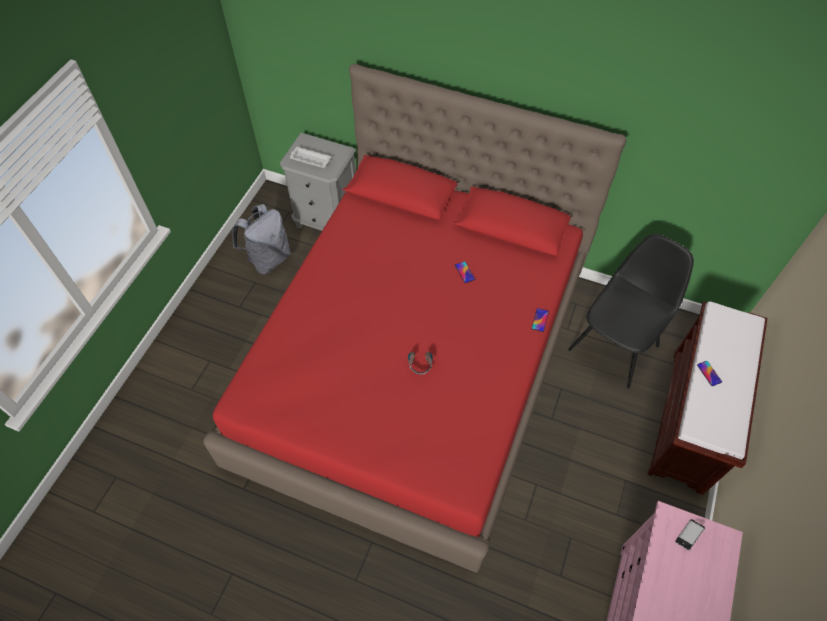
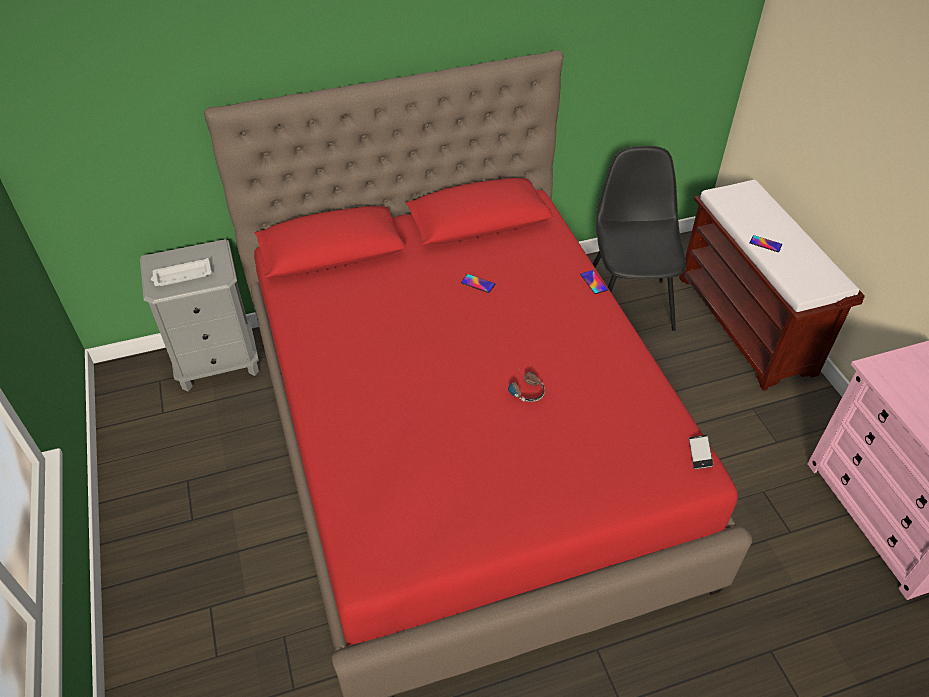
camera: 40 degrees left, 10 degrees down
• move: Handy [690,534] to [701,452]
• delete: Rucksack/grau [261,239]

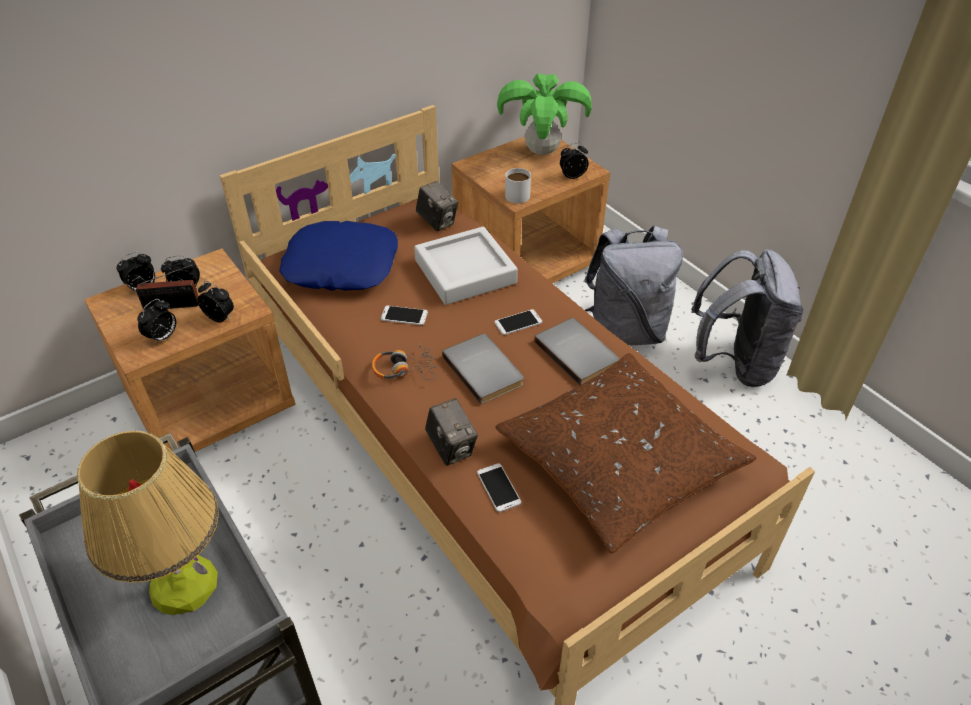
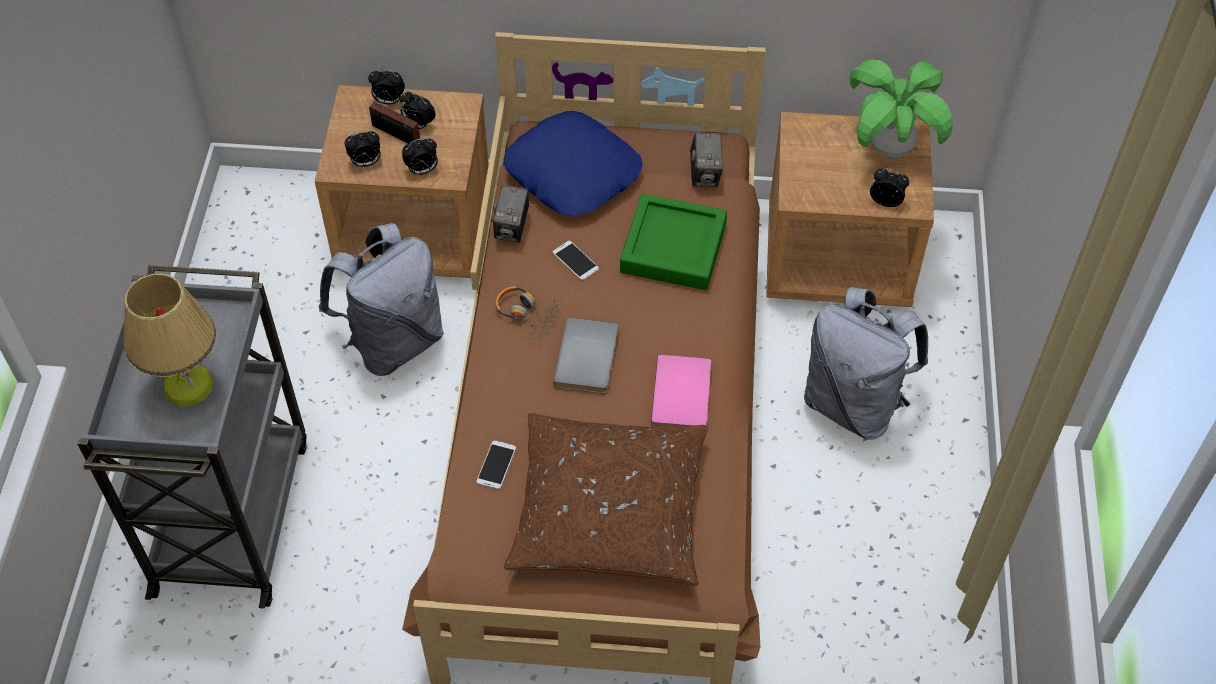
camera: 40 degrees right, 10 degrees up
• move: Rucksack/grau [747,318] to [381,299]
• rotate: Wecker [215,302] = [420,156] 90 degrees clockwise
• move: Kamera [451,432] to [511,214]
• recolor: Tablett/grau [466,266] to Tablett/grün [673,242]
• recolor: Buch/grau [576,351] to Buch/rosa [681,390]
• delete: Handy [518,322]
• delete: Henkelbecher/weiß [518,185]

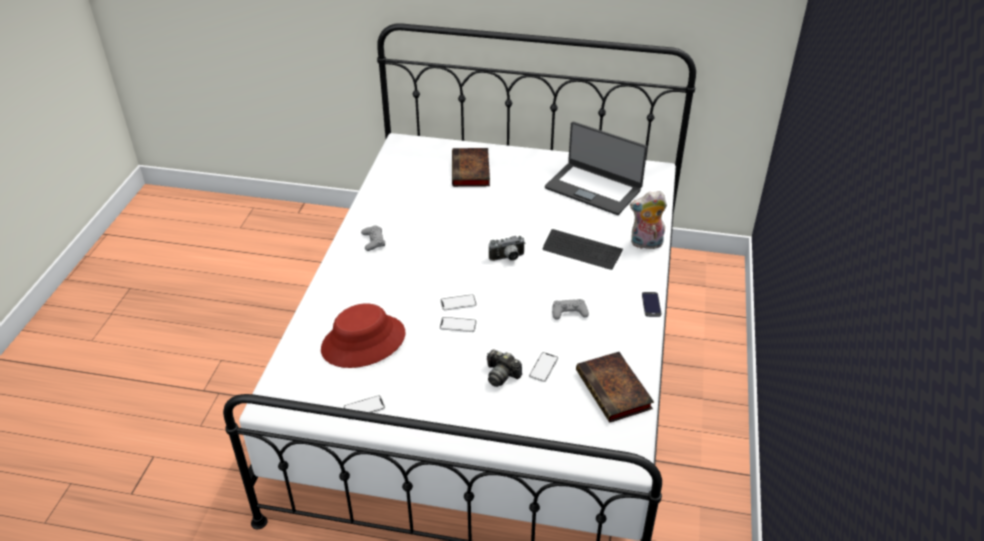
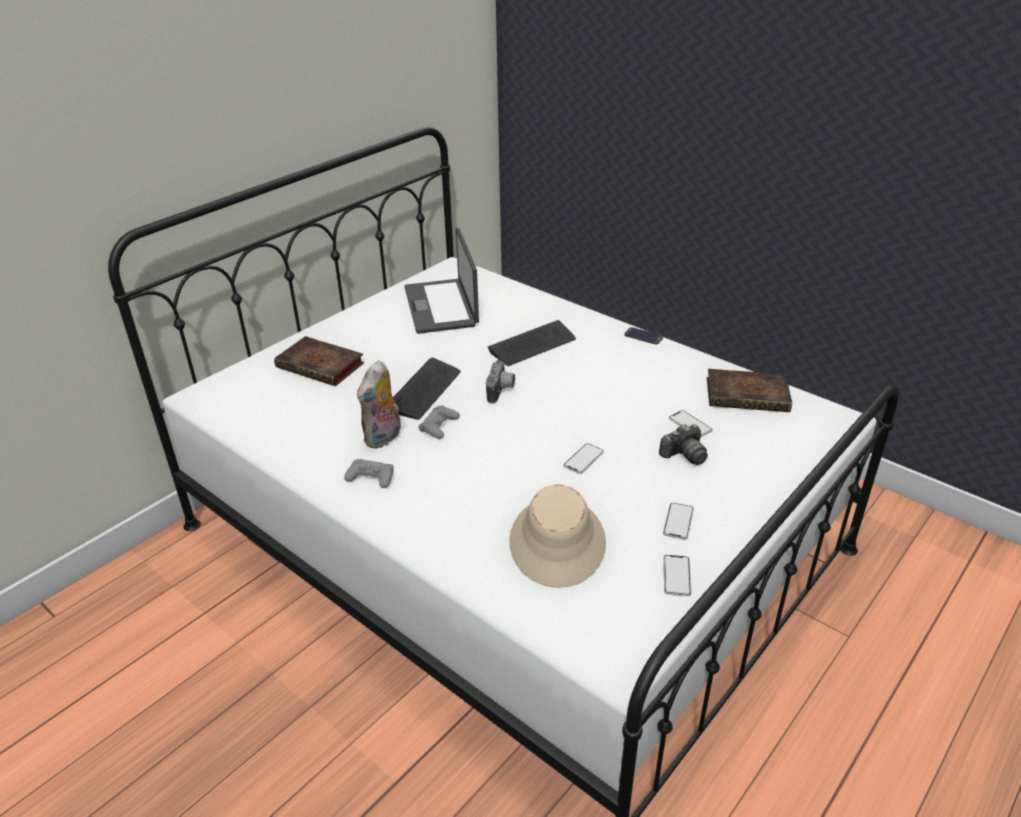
camera: 60 degrees left, 5 degrees down
• move: Plüschtier [648,220] to [379,404]
• insert: Tastatur [427,389]
• rotate: Laptop [596,168] = [441,281] 105 degrees clockwise
• move: Gamepad/grau [570,309] to [439,422]
• recolor: Hut/rot [363,335] to Hut/beige [557,536]
• move: Handy [458,302] to [678,521]

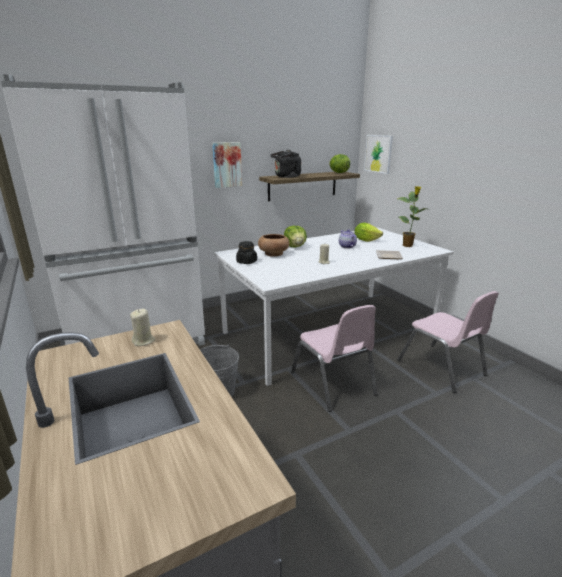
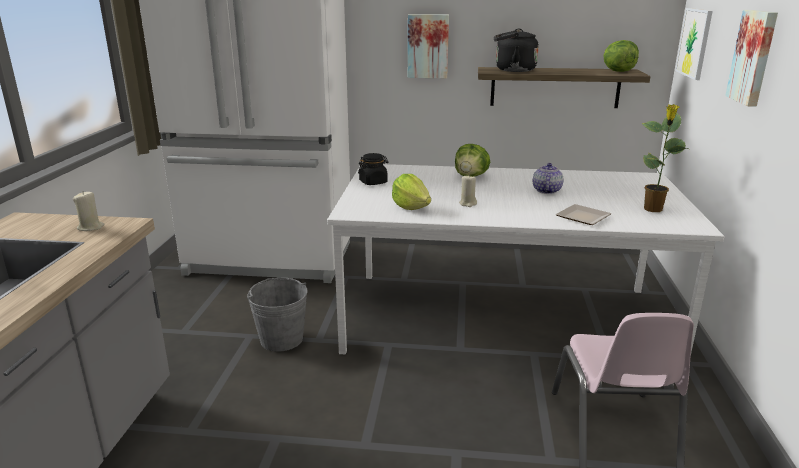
camera: 35 degrees right, 0 degrees up
• move: Salatkopf [368,232] to [411,192]
• insert: Bild [751,58]
• delete: Schüssel/braun [274,245]
• delete: Stuhl/rosa [334,358]

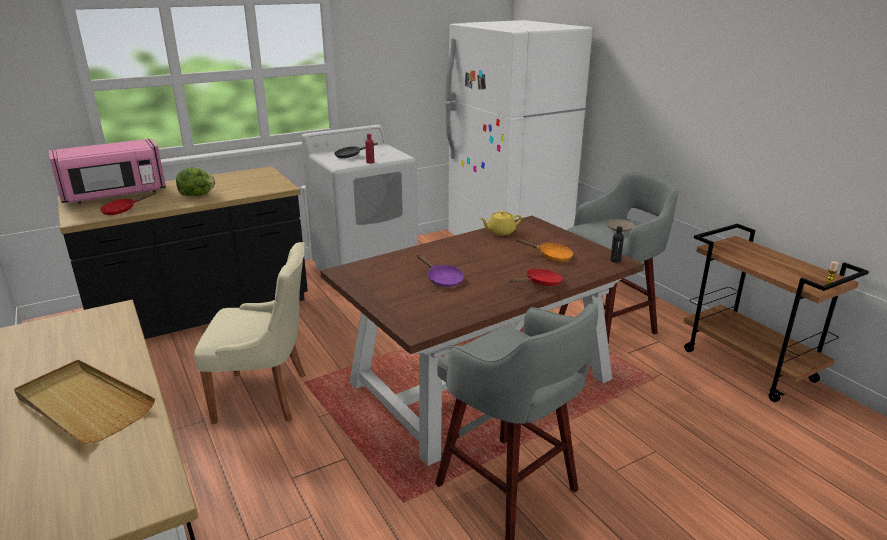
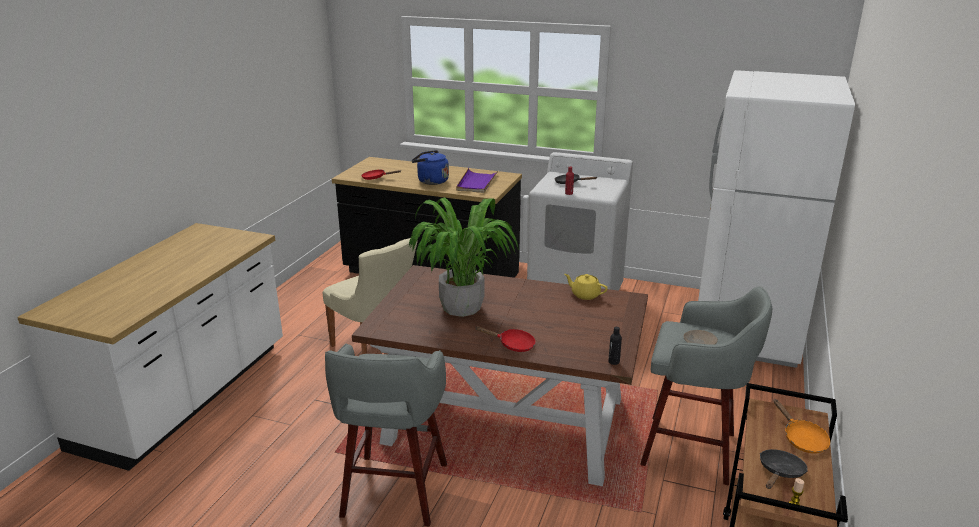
camera: 50 degrees right, 0 degrees up
• replace: Pfanne/lila [440,270] to Topfpflanze [464,257]
• replace: Salatkopf [195,181] to Wasserkessel/blau [430,167]
• insert: Tablett/lila [477,180]
• insert: Pfanne/schwarz [784,469]
• move: Pfanne/orange [544,250] to [801,426]
• delete: Tablett/beige [84,402]
• delete: Mikrowelle/rosa [107,171]

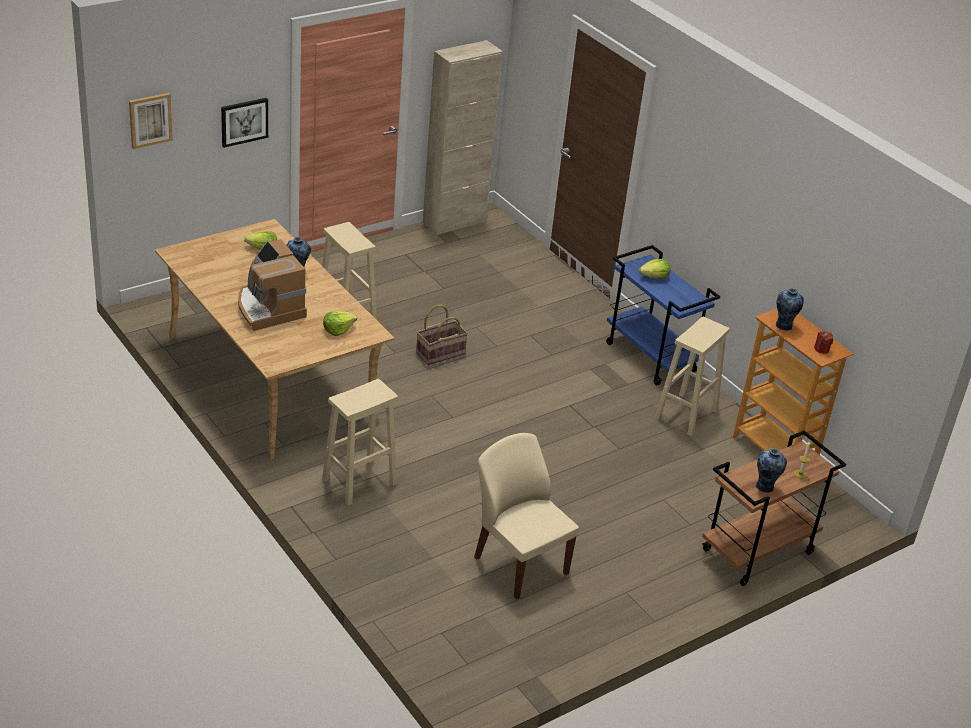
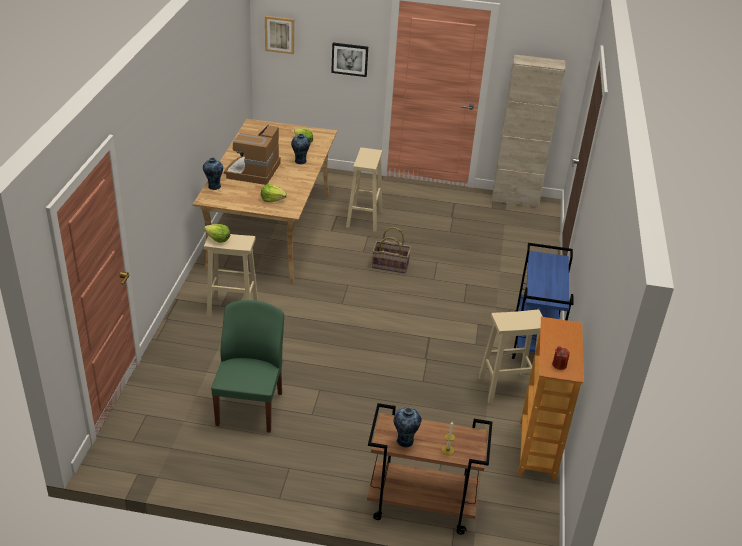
camera: 45 degrees right, 0 degrees up
• move: Vase [790,309] to [213,174]
• move: Salatkopf [654,269] to [217,233]
• recolor: Stuhl/beige [526,516] to Stuhl/grün [247,366]

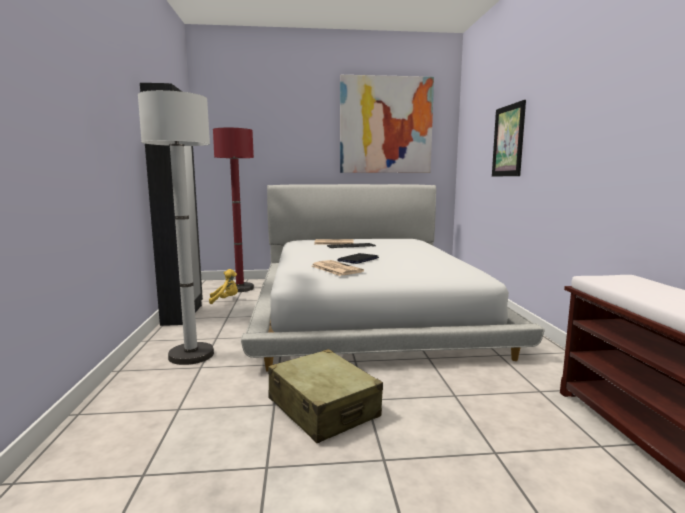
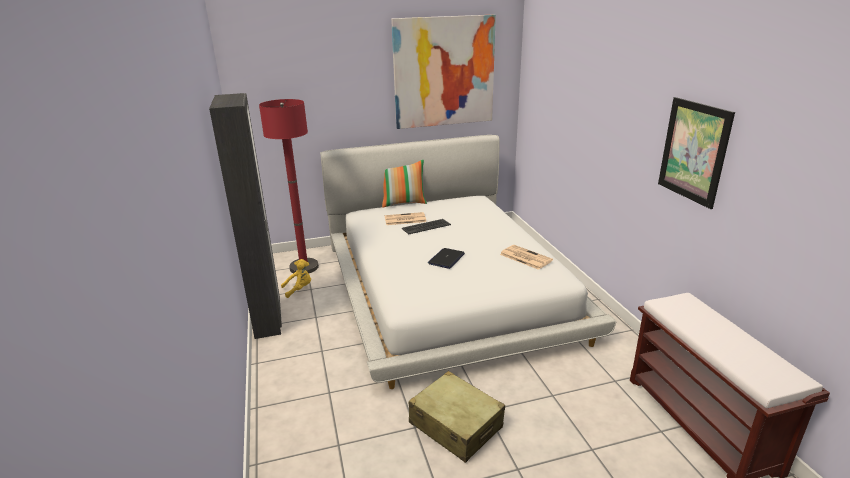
camera: 10 degrees left, 15 degrees up
• insert: Kissen [404,184]
• move: Zeitung [338,268] to [526,257]
• move: Bild [509,138] to [696,153]
• delete: Stehlampe/weiß [176,227]

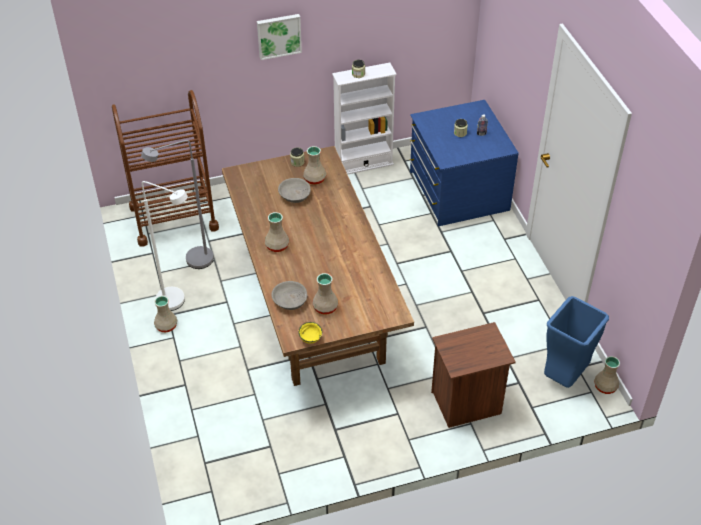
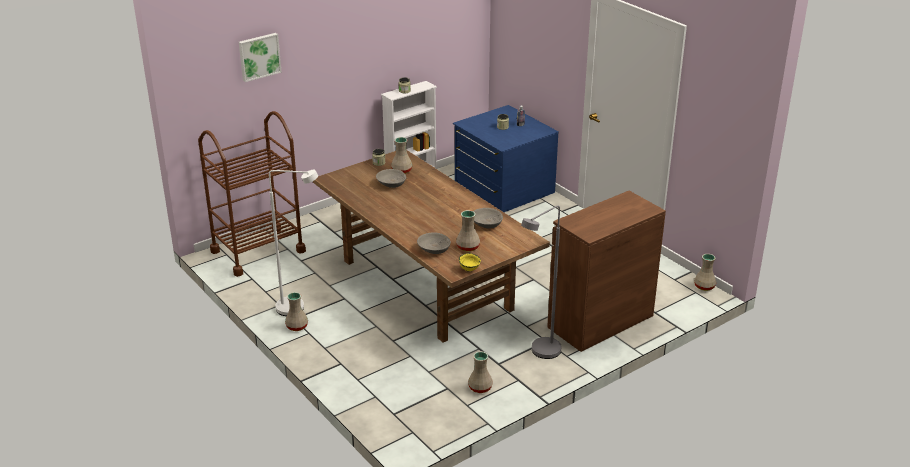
camera: 20 degrees left, 15 degrees down
• move: Bild [279,37] to [260,57]
• move: Vase/beige [277,232] to [480,372]
• insert: Schüssel/grau [488,218]
• move: Stehlampe/grau [177,204] to [541,282]
• replace: Nachttisch/braun [473,375] to Schrank/braun [606,271]
• delete: Mülleimer/blau [576,342]

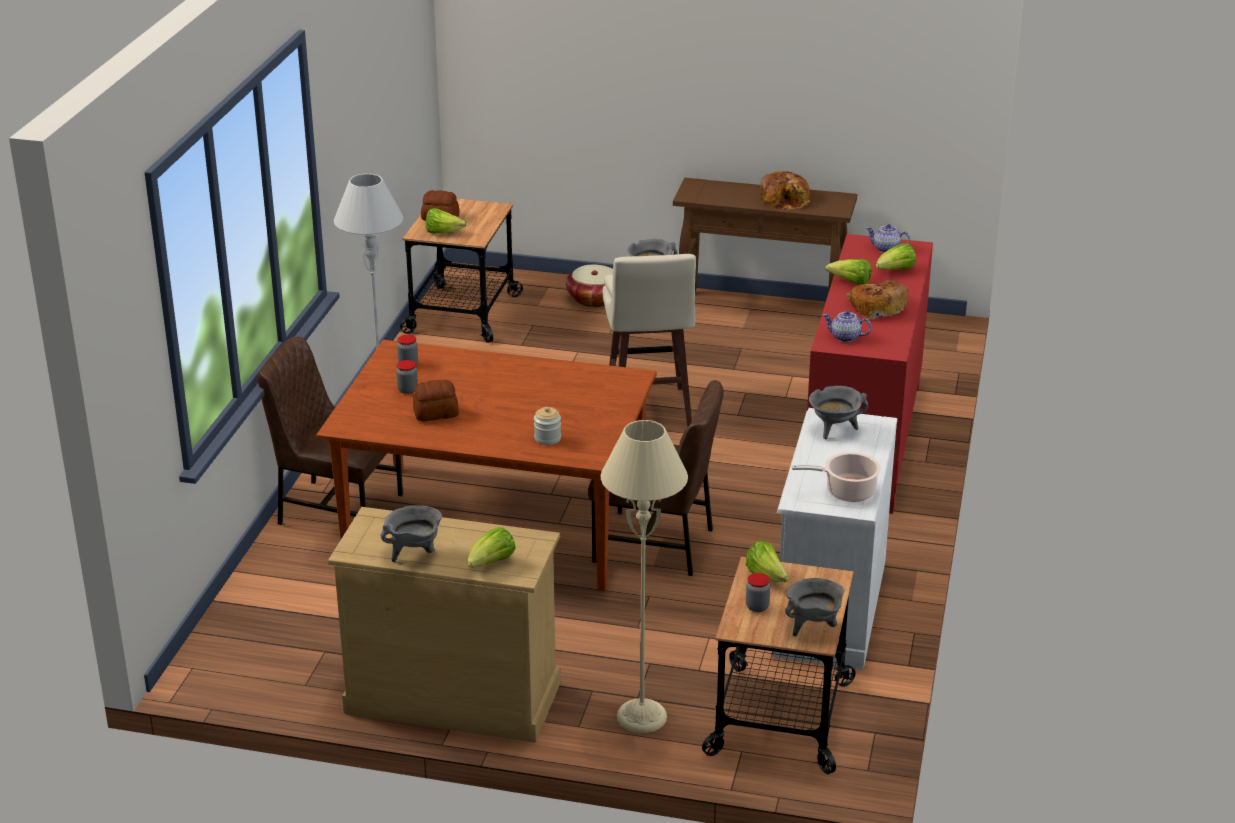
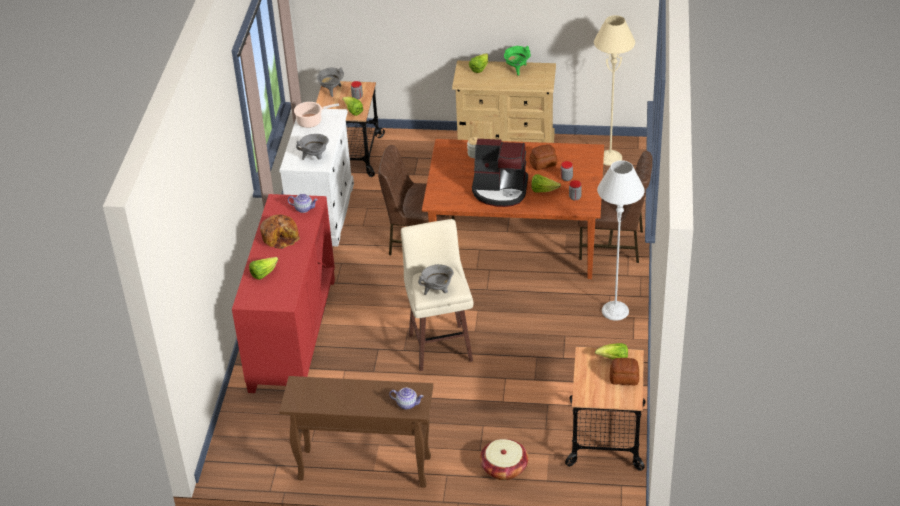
camera: 175 degrees right, 10 degrees up
• move: Teekanne [888,238] to [406,398]
• insert: Kaffeemaschine [500,173]
• recolor: Kochtopf/grau [411,533] to Kochtopf/grün [517,61]
• move: Salatkopf [848,272] to [546,183]
• move: Stehlampe/beige [644,576] to [614,90]
• delete: Brot [786,190]

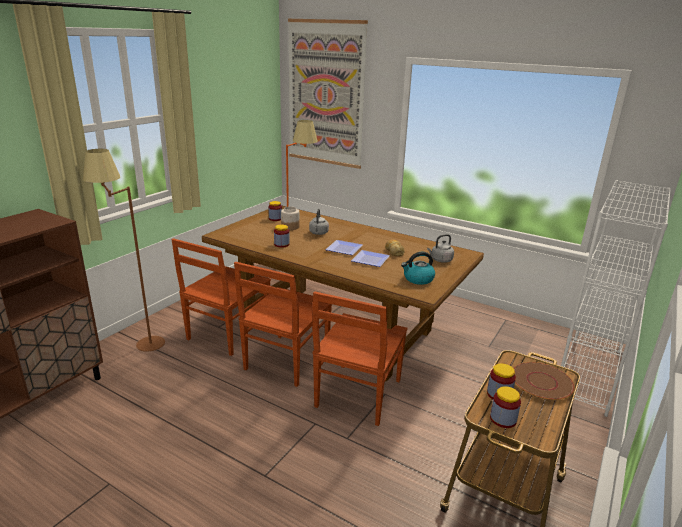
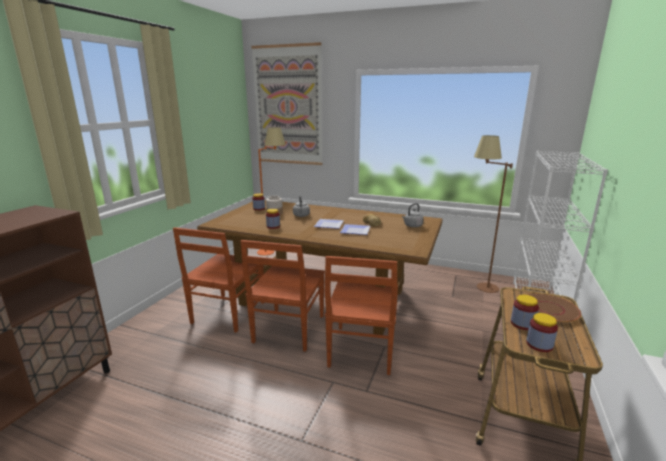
camera: 10 degrees left, 5 degrees down
• move: Stehlampe/braun [124,250] to [493,214]
• delete: Wasserkessel [418,268]

